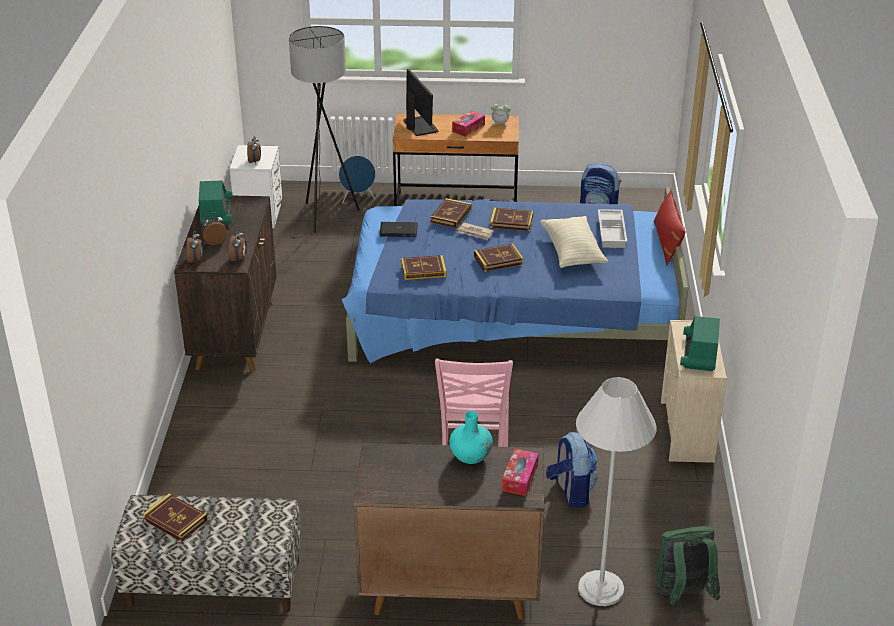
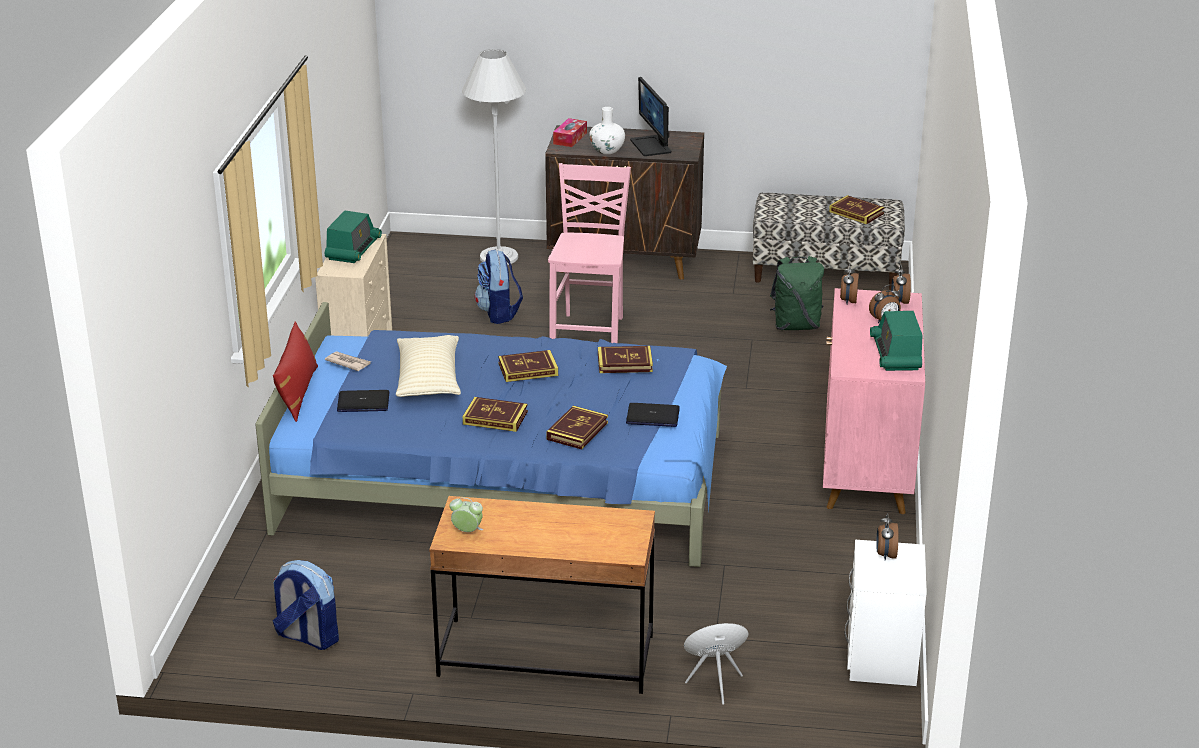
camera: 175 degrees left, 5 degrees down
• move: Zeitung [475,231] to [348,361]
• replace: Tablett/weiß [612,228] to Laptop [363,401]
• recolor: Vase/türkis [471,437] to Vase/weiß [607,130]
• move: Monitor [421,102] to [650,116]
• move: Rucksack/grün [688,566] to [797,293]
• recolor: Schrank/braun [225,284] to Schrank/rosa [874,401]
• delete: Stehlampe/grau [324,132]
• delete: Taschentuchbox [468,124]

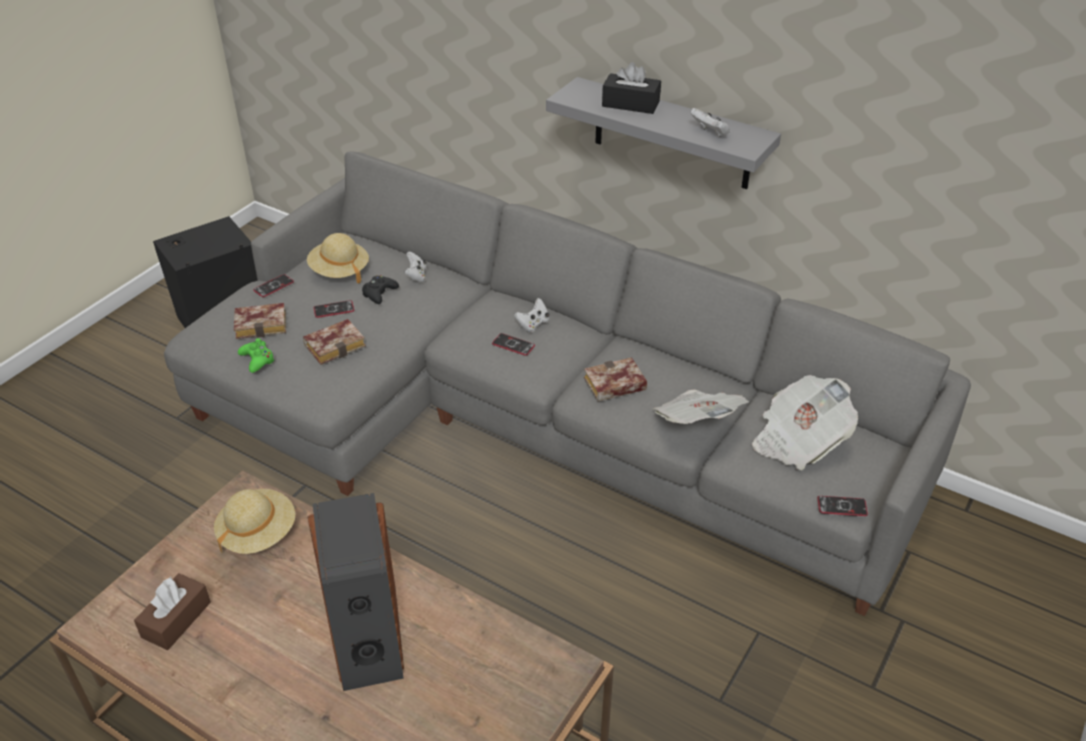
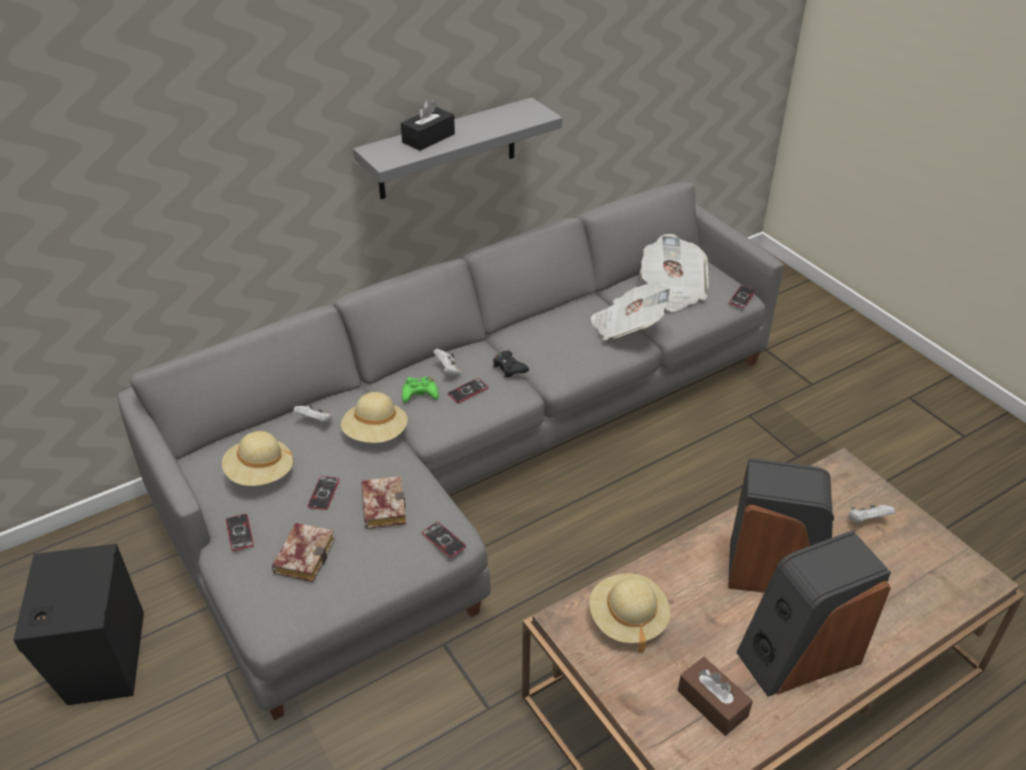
camera: 65 degrees left, 0 degrees up
• insert: Hut/beige [374,417]
• move: Gamepad/grün [256,355] to [420,389]
• insert: Handy [444,540]
• move: Gamepad/schwarz [380,289] to [511,364]
• insert: Lautsprecher [813,613]
• move: Gamepad/weiß [710,122] to [872,514]
• delete: Buch [615,379]

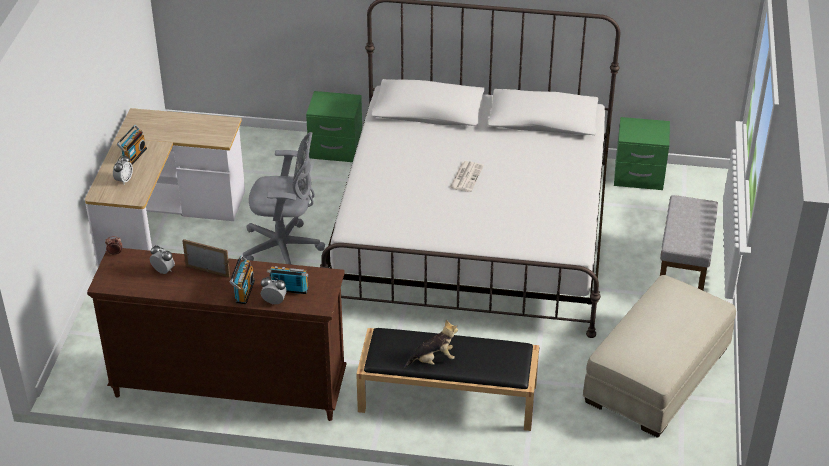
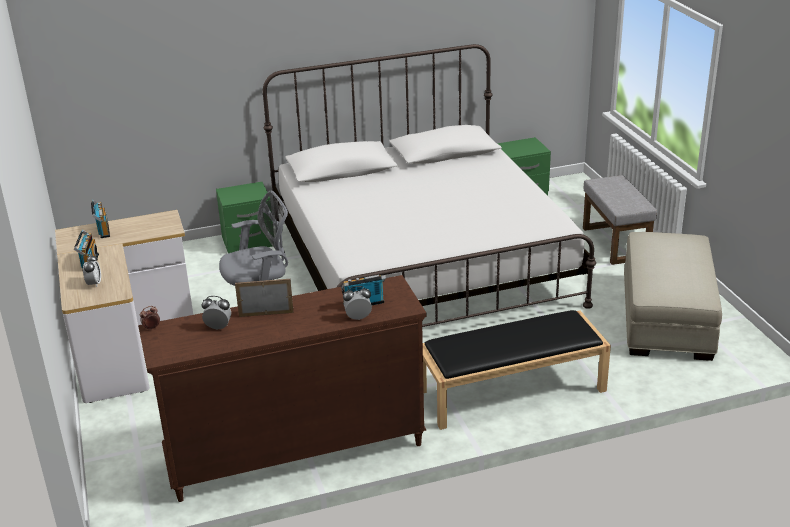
camera: 25 degrees left, 10 degrees down
• move: Radio [242,279] to [100,219]
• delete: Plüschtier [431,344]
• delete: Zeitung [466,176]

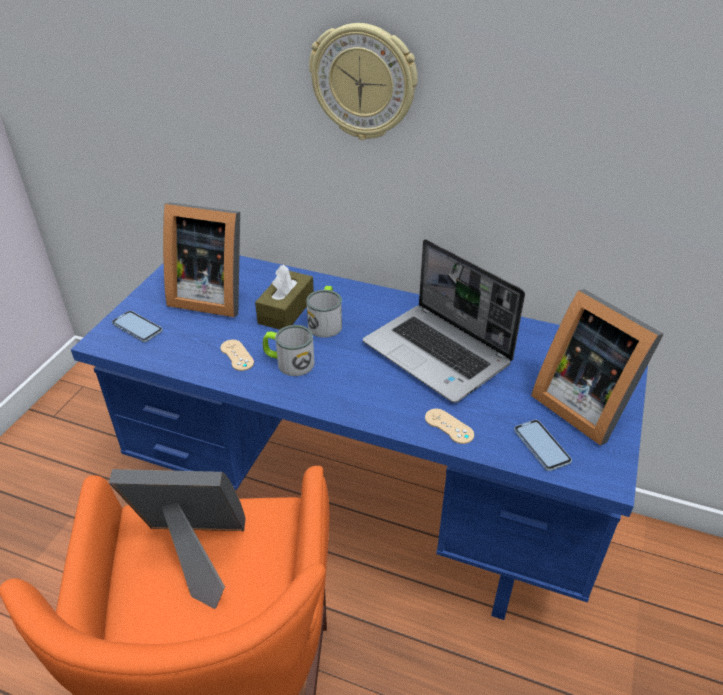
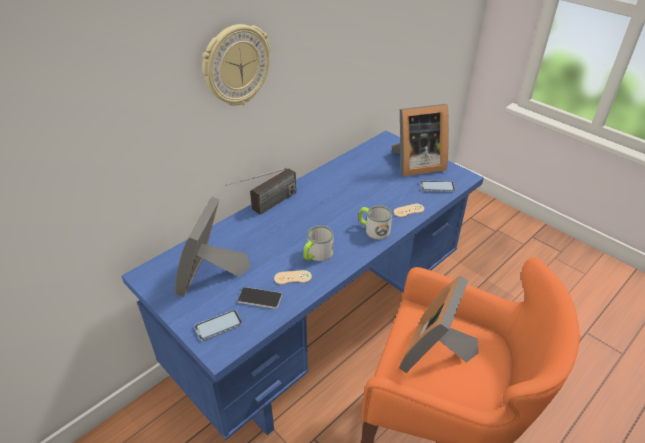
camera: 65 degrees left, 0 degrees up
• rotate: Bilderrahmen [201,259] = [213,247] 150 degrees clockwise
• insert: Radio [261,191]
• insert: Handy [259,298]
• move: Henkelbecher [324,312] to [375,222]
• delete: Taschentuchbox/braun [284,297]
• delete: Laptop [444,321]

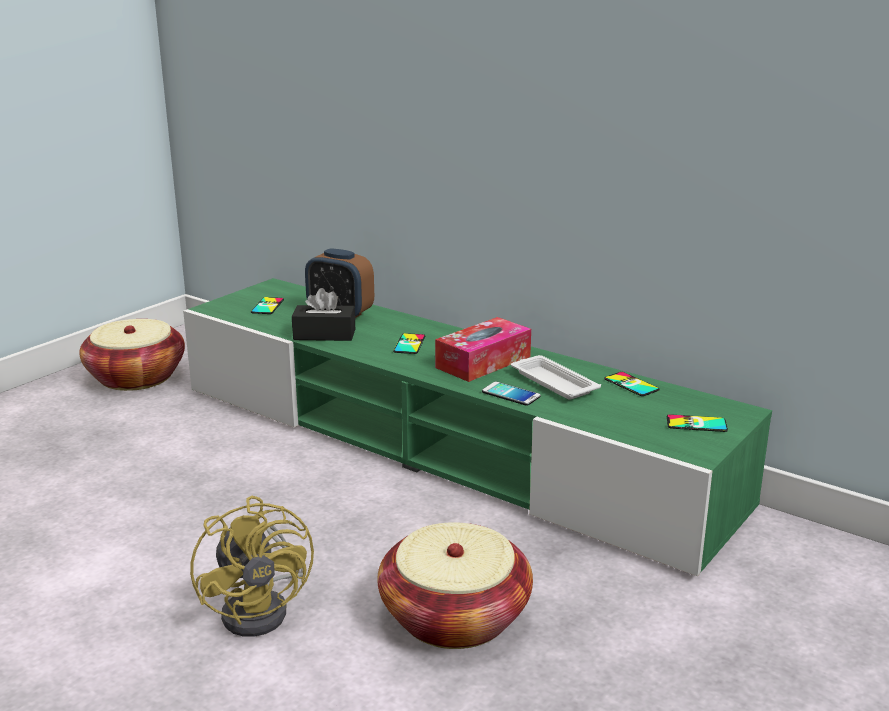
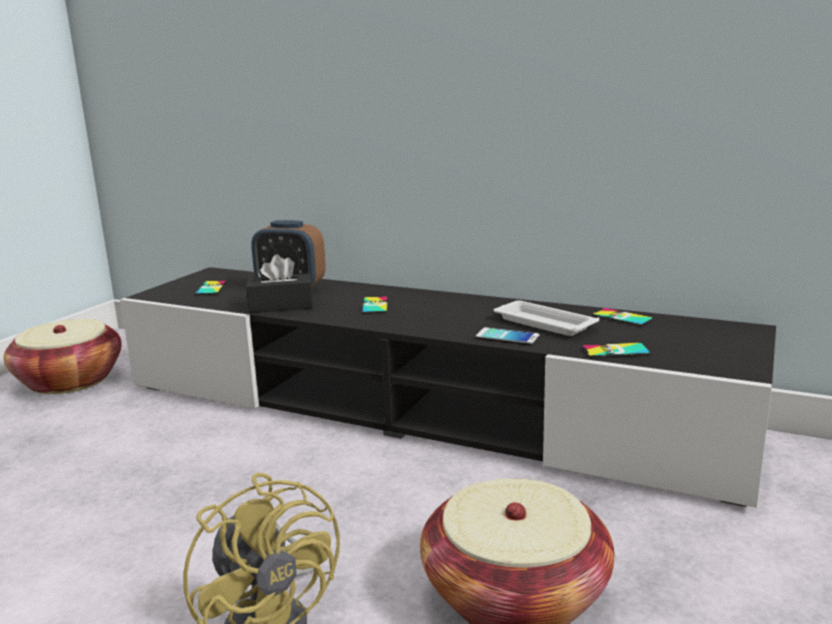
camera: 10 degrees left, 5 degrees down
• recolor: Fernsehschrank/grün [477,427] to Fernsehschrank/schwarz [448,387]
• move: Handy [697,423] to [616,350]
• delete: Taschentuchbox [483,349]

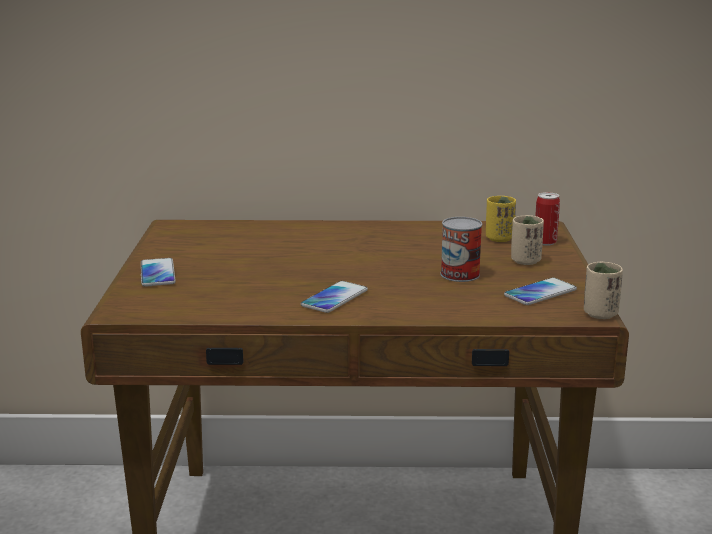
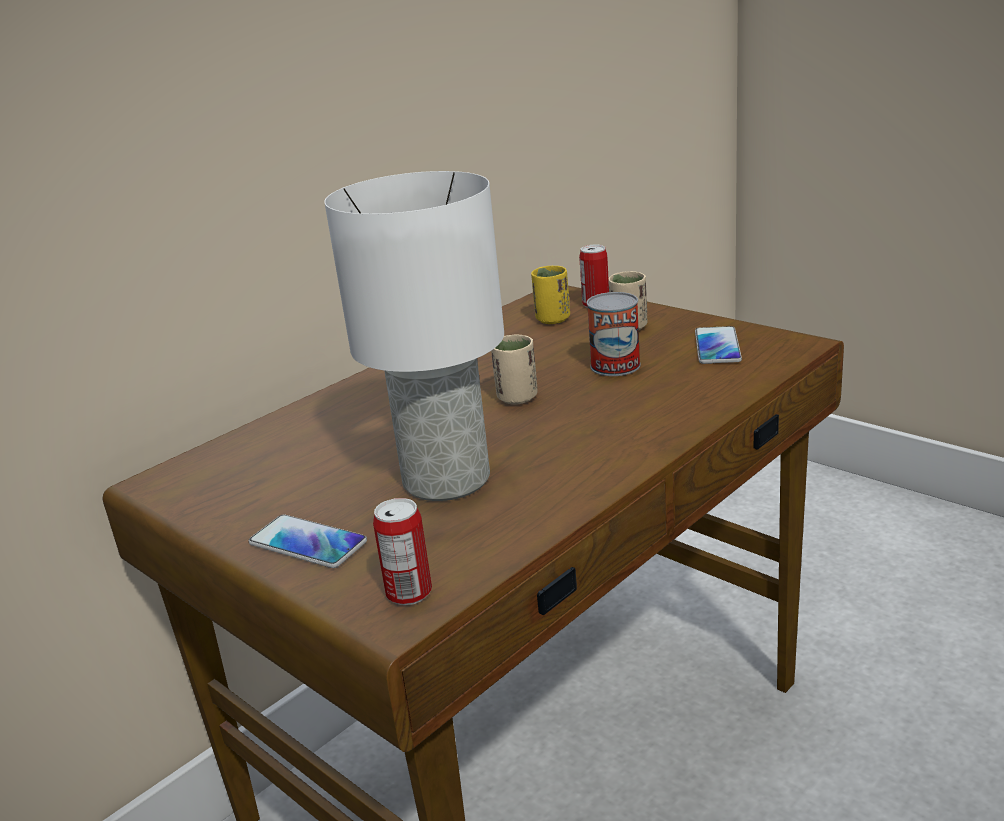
camera: 45 degrees left, 5 degrees up
• insert: Tischlampe/weiß [414,336]
• insert: Dose [402,551]
• move: Tasse/beige [603,290] to [514,369]
• delete: Handy [334,297]

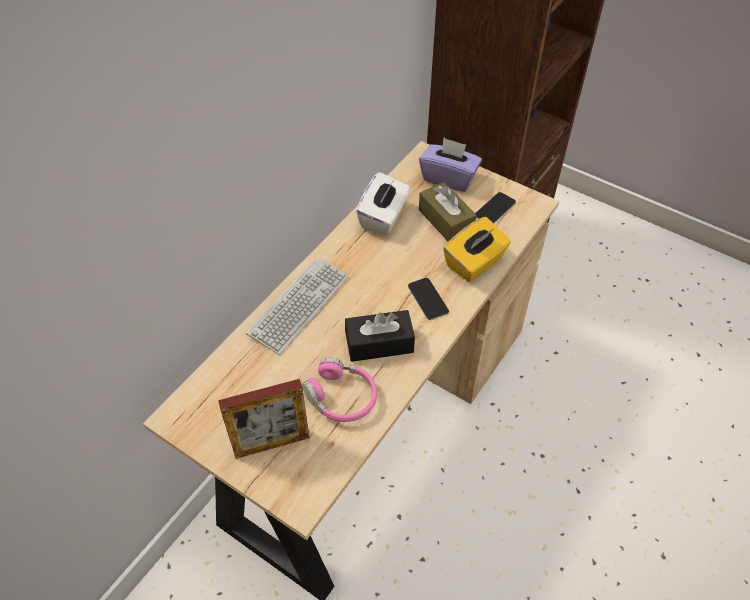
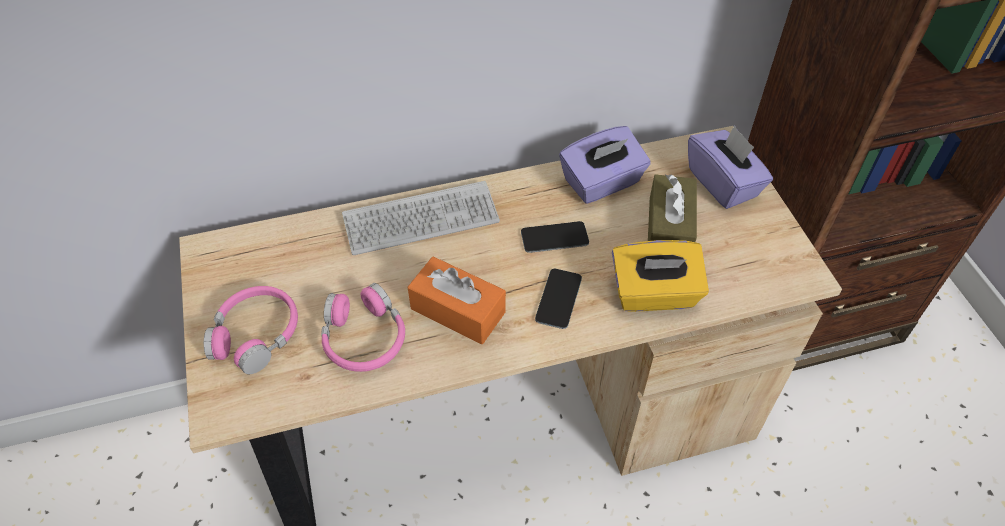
camera: 40 degrees right, 0 degrees up
• replace: Bilderrahmen [263,419] to Kopfhörer/rosa [251,330]
• recolor: Taschentuchbox/schwarz [380,336] to Taschentuchbox/orange [457,300]
• move: Handy [495,208] to [555,237]
• recolor: Taschentuchbox/weiß [383,203] to Taschentuchbox/lila [605,165]

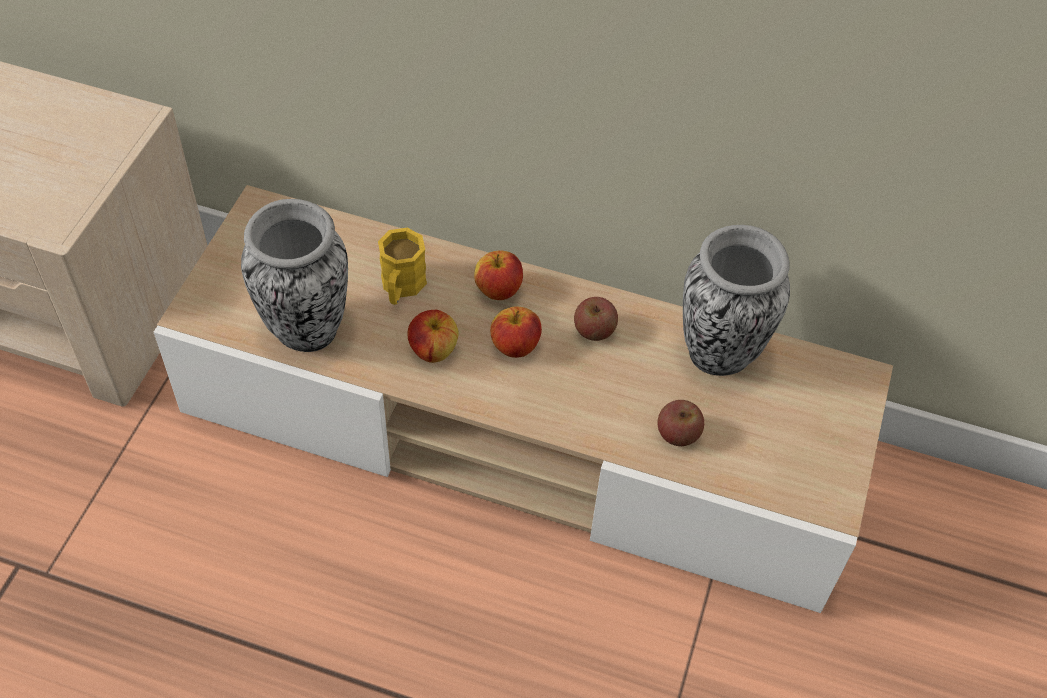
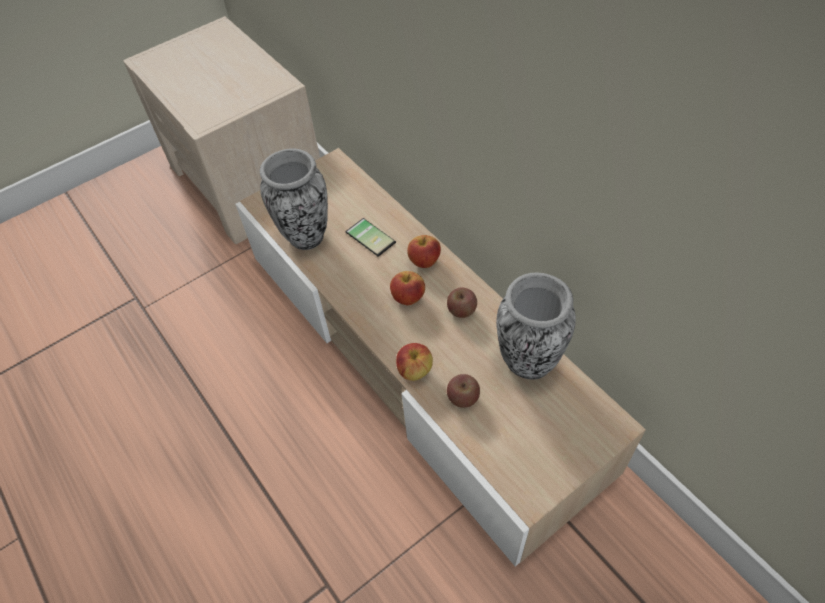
camera: 40 degrees right, 0 degrees up
• replace: Henkelbecher/gelb [402,266] to Handy [370,237]
• move: Apfel [433,336] to [414,362]

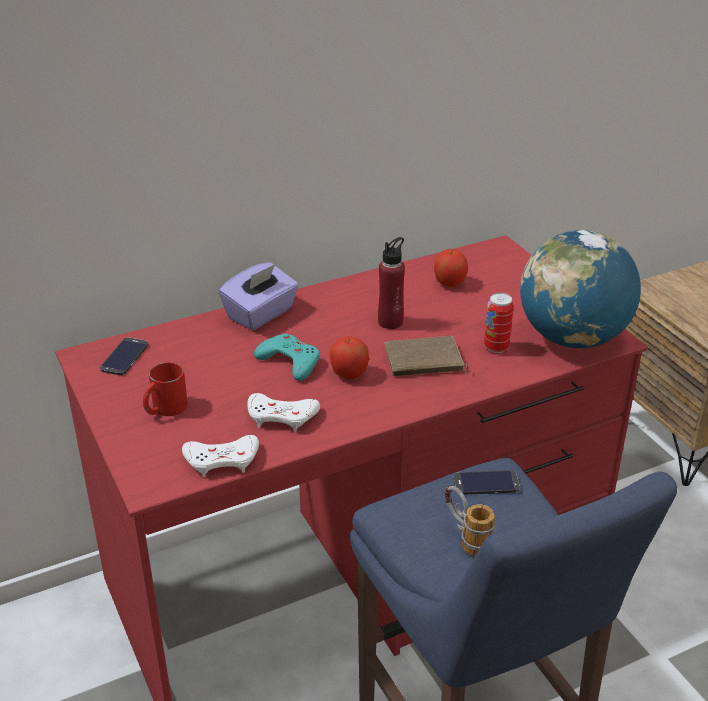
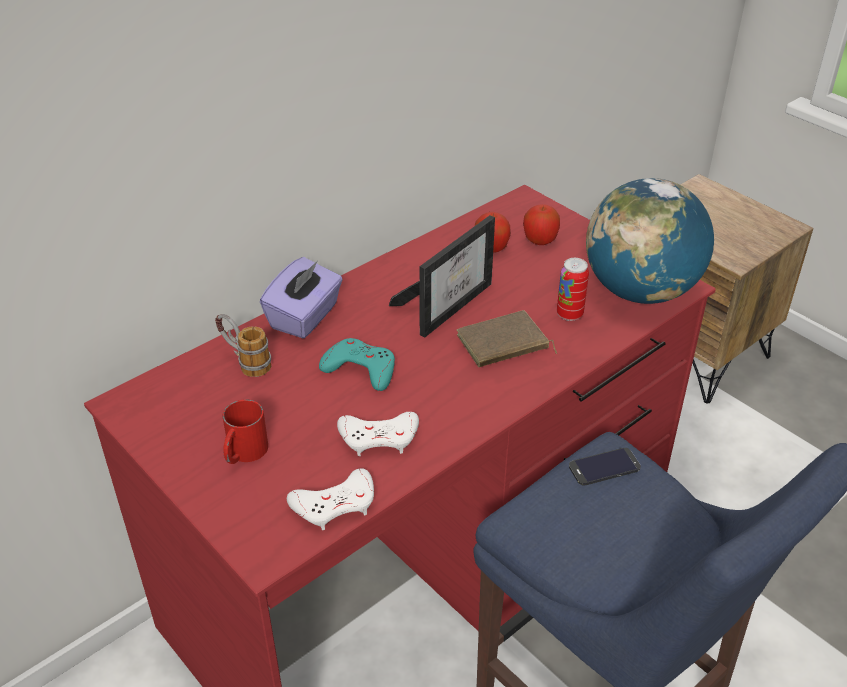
camera: 15 degrees left, 5 degrees up
• move: Henkelbecher [470,521] to [243,345]
• replace: Flasche/rot [391,283] to Bilderrahmen [442,276]
• move: Apfel [349,358] to [541,224]
• delete: Handy [124,356]

